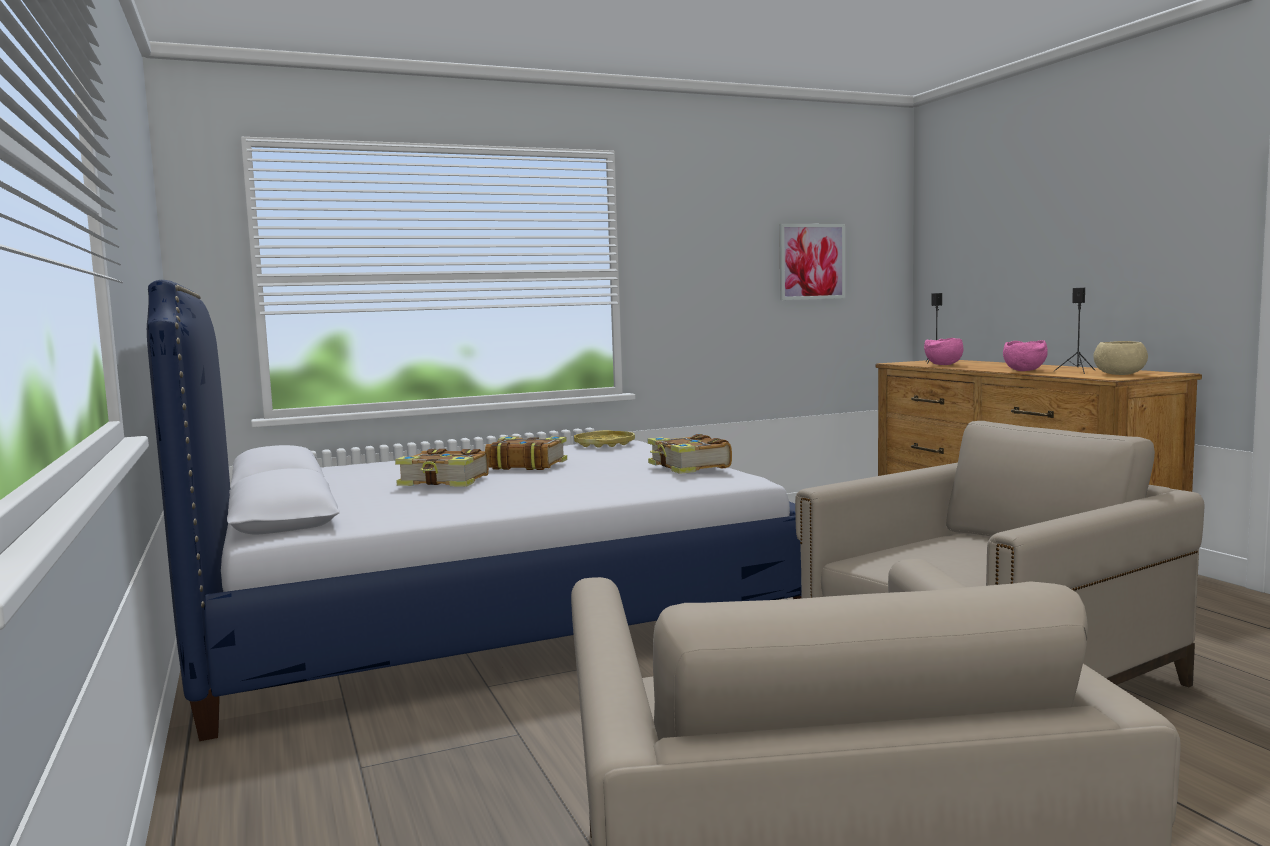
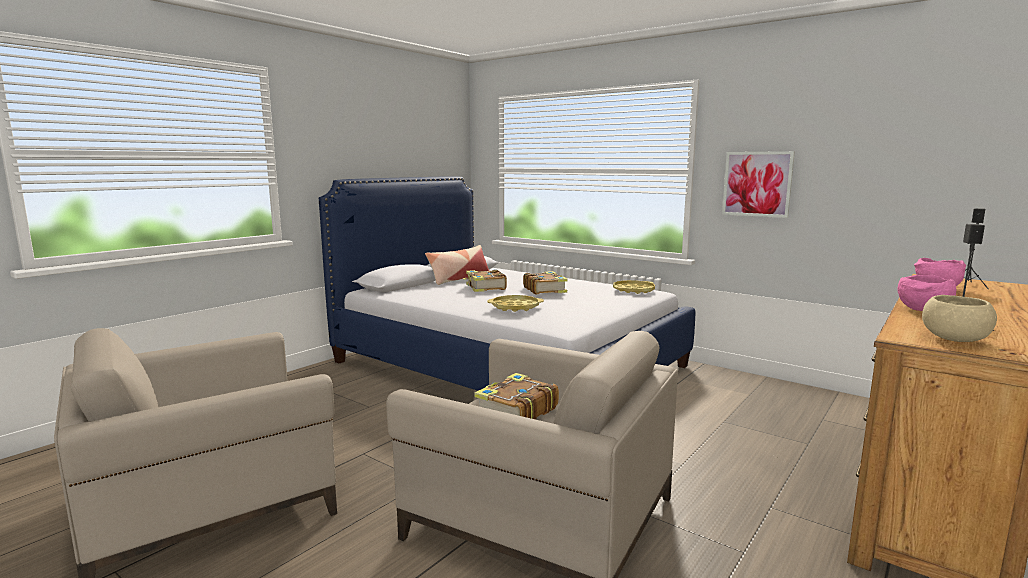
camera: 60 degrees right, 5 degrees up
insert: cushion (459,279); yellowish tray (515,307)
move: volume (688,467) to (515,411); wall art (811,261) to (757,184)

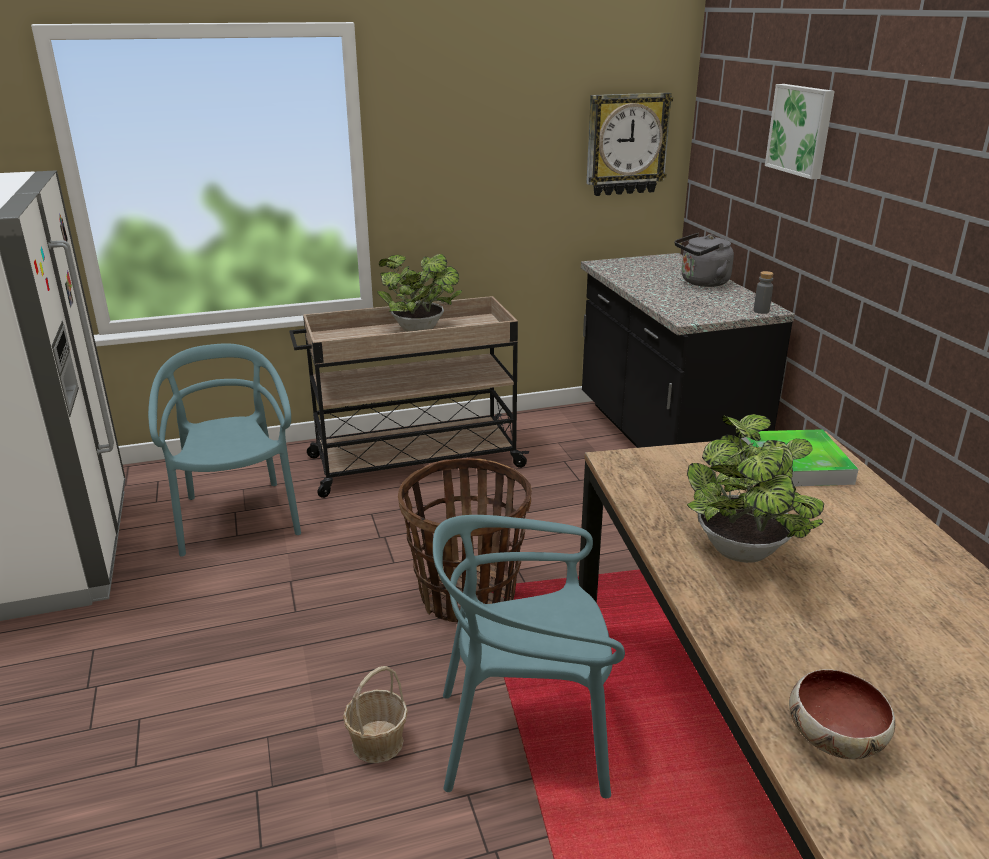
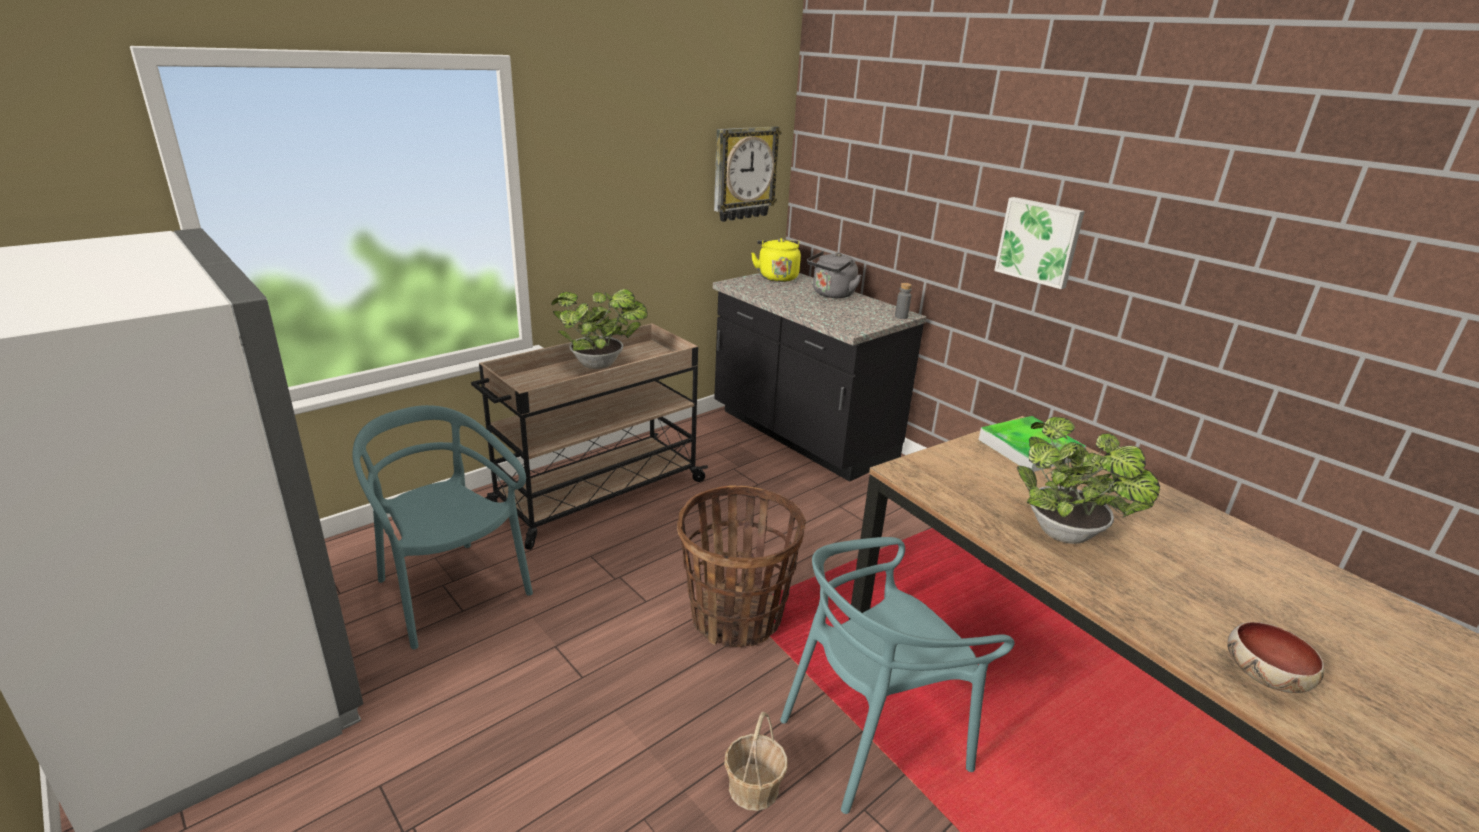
camera: 25 degrees left, 0 degrees up
insert: yellowish water kettle (777,277)
move: wall art (801,130) to (1039,241)

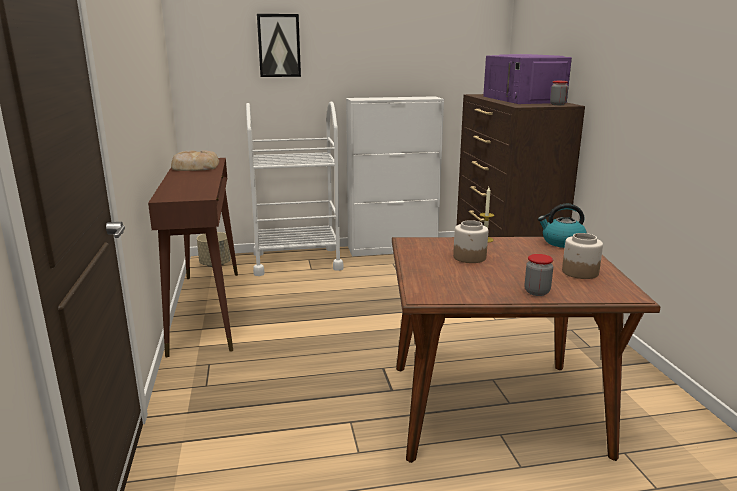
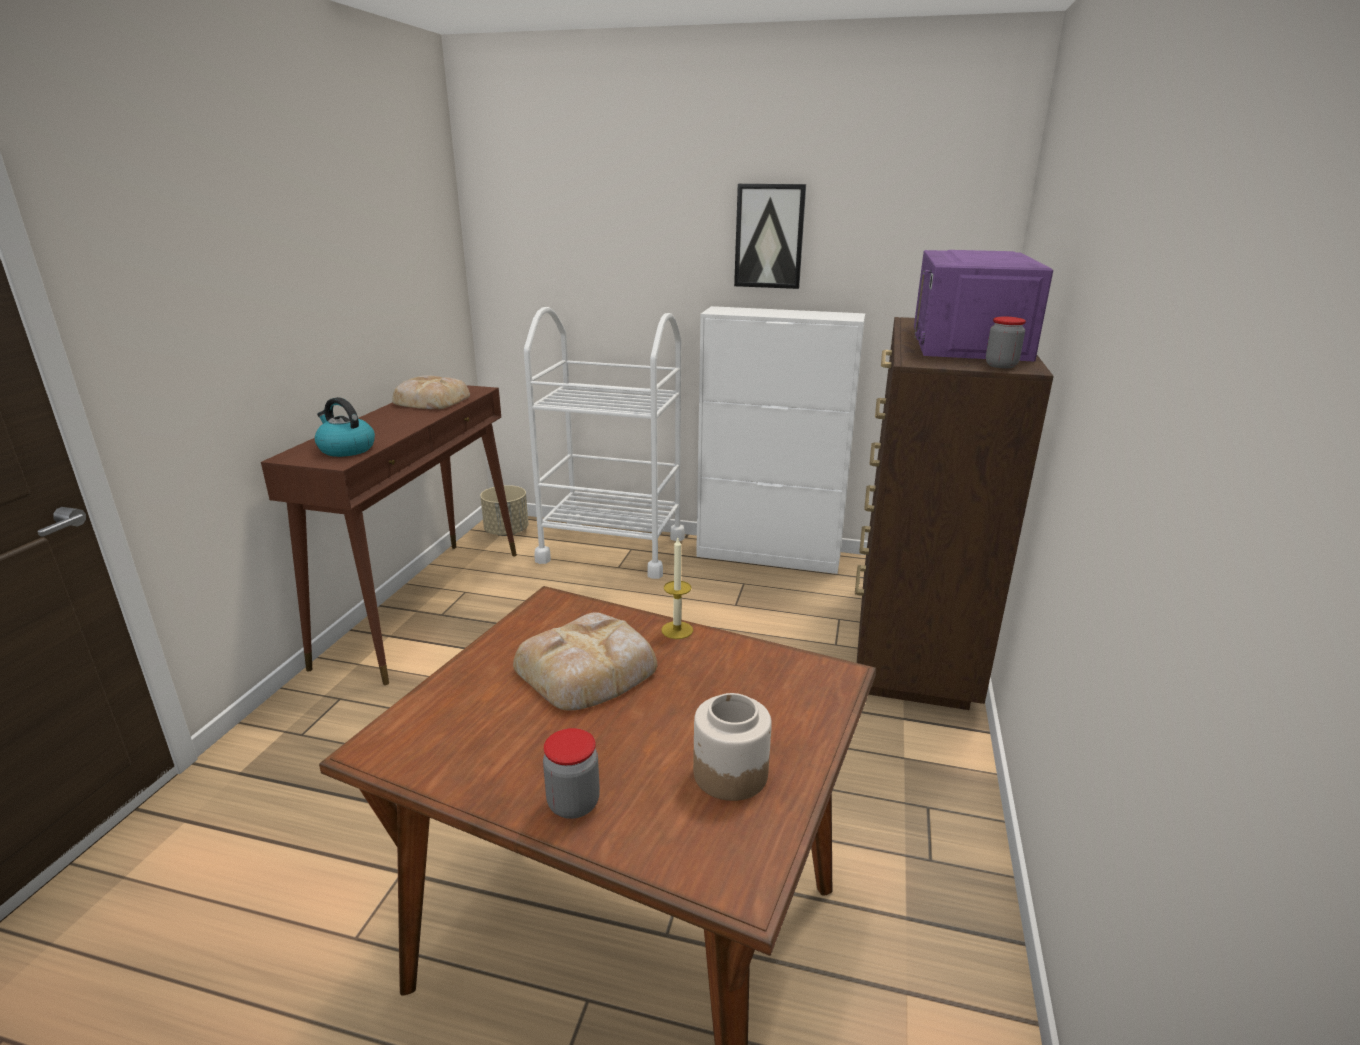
camera: 25 degrees right, 5 degrees up
move: water kettle (562,242) to (346,449); wall art (279,45) to (769,236)
replace: storage jar (470,257) to bread (589,669)

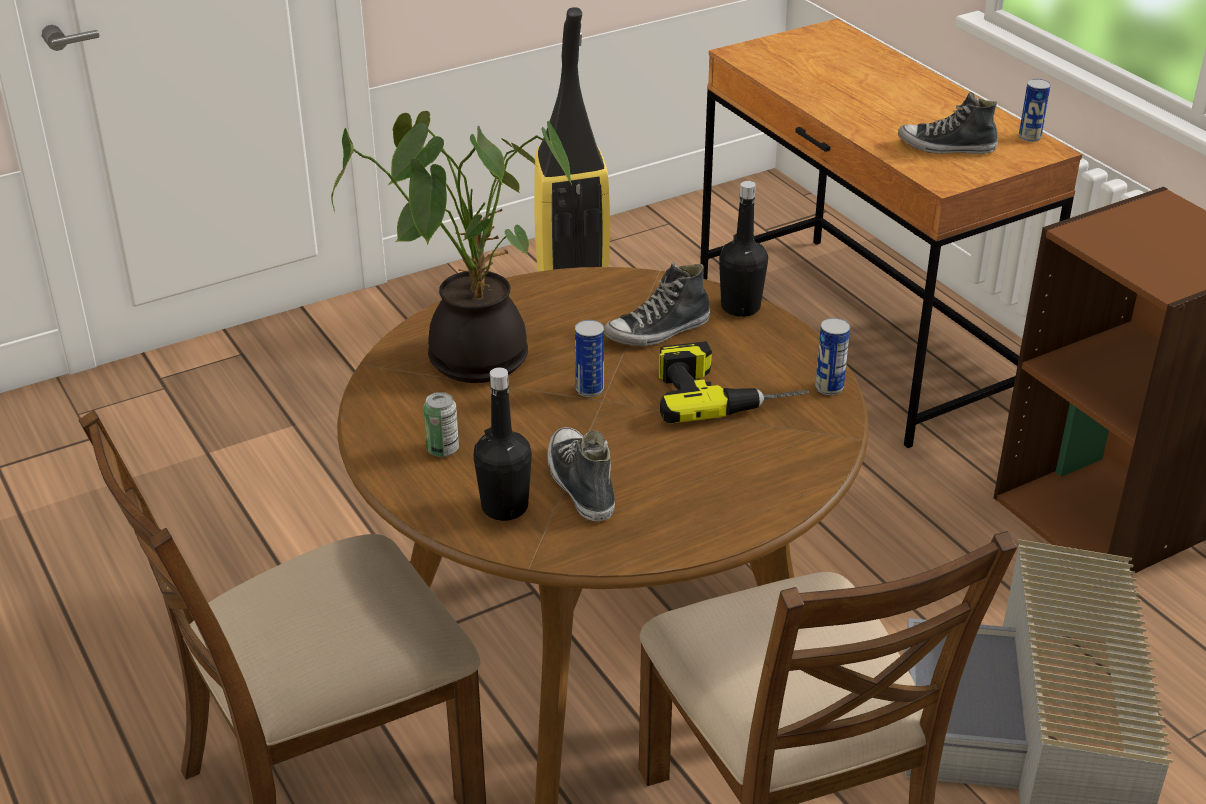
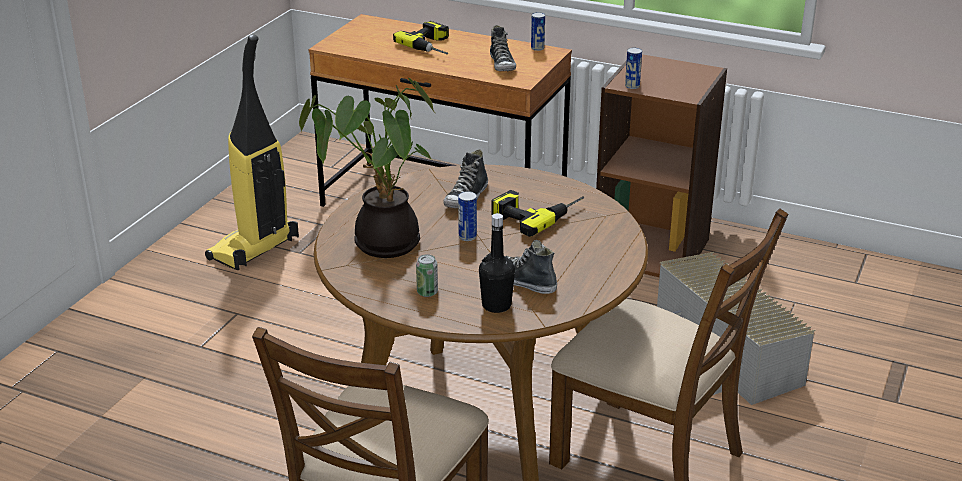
camera: 35 degrees left, 5 degrees down
delete: blackish beverage bottle (740,307)
insert: electric drill (433,46)
move: sealed can (829,388) to (632,86)
rotate: item of footwear (946,147) = (502,64) 75 degrees counterclockwise

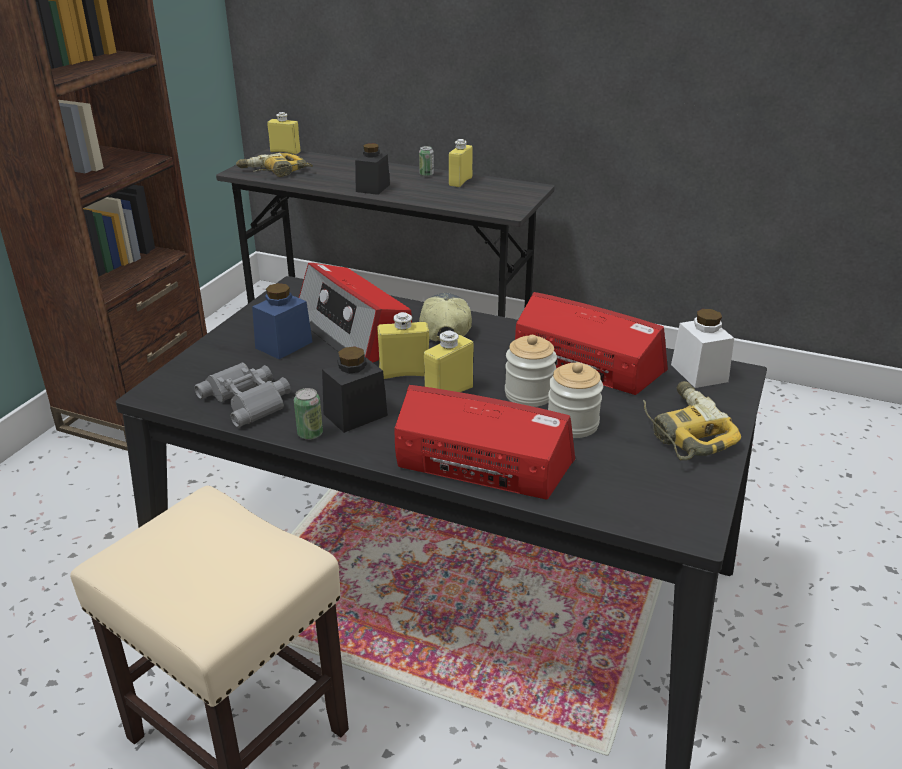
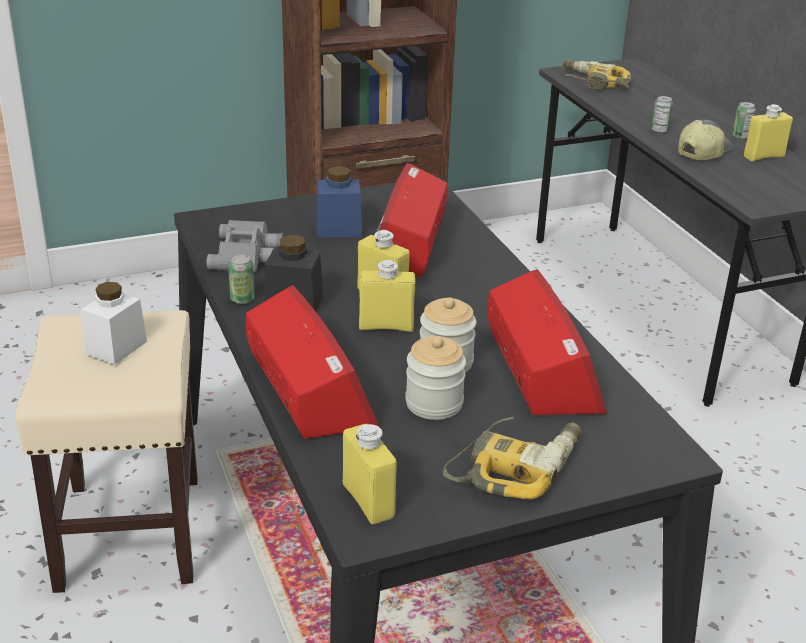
camera: 45 degrees right, 0 degrees up
move: white-coloured storage jar (699,373) to (116,347); yellowish beverage bottle (285,152) to (368,501); peaked cap (444,328) to (703,152)
replace: blackish storage jar (373,188) to sealed can (659,130)

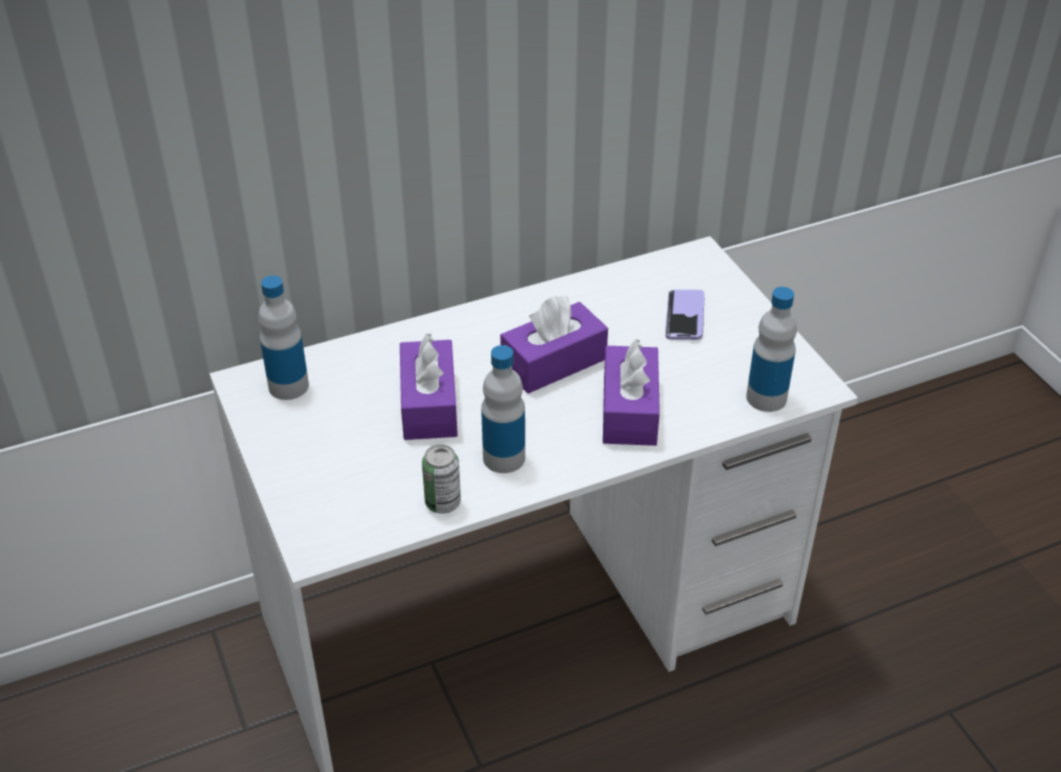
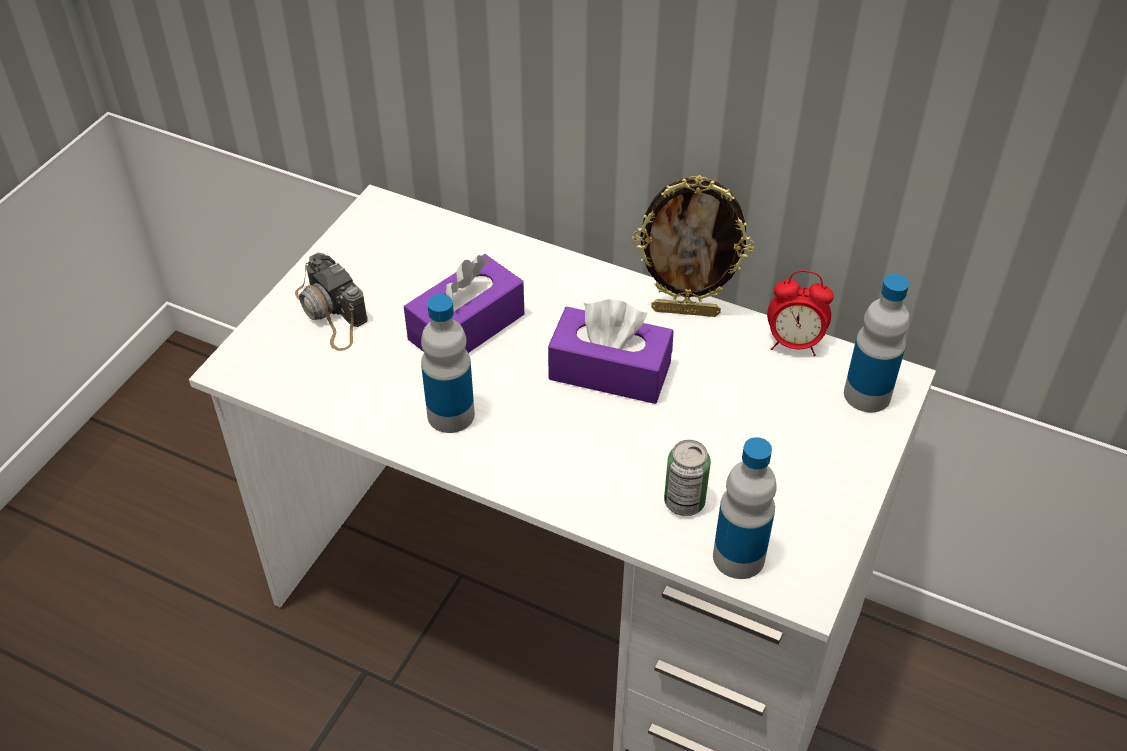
camera: 50 degrees right, 5 degrees up
delete: purple-coloured tissue box (629,410); phone (685,317)
insert: photo camera (331,313); picture frame (686,310); bedside clock (794,343)
move: sealed can (443,503) to (684,502); beverage bottle (288,386) to (867,394)

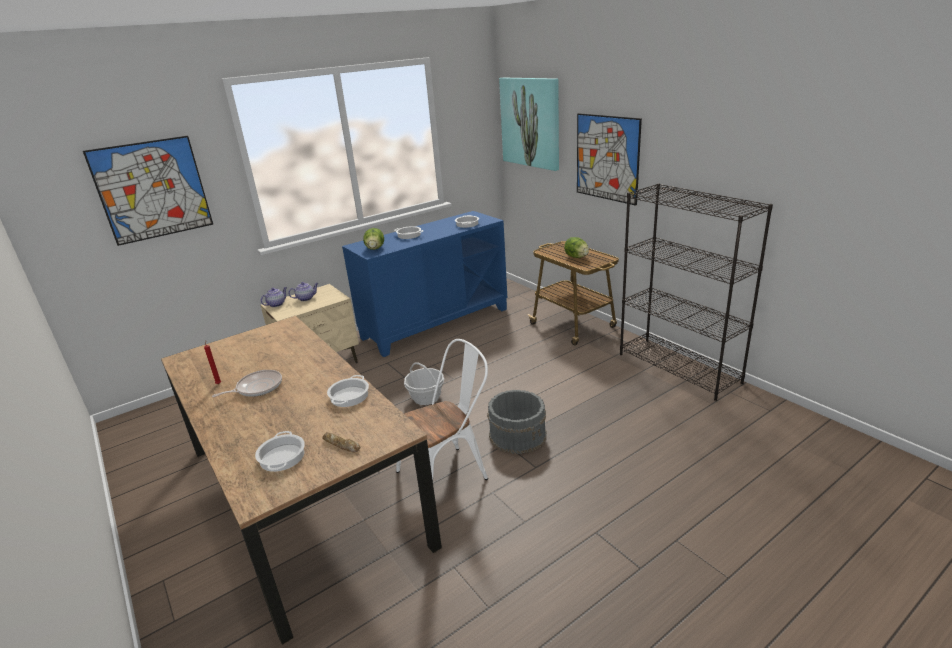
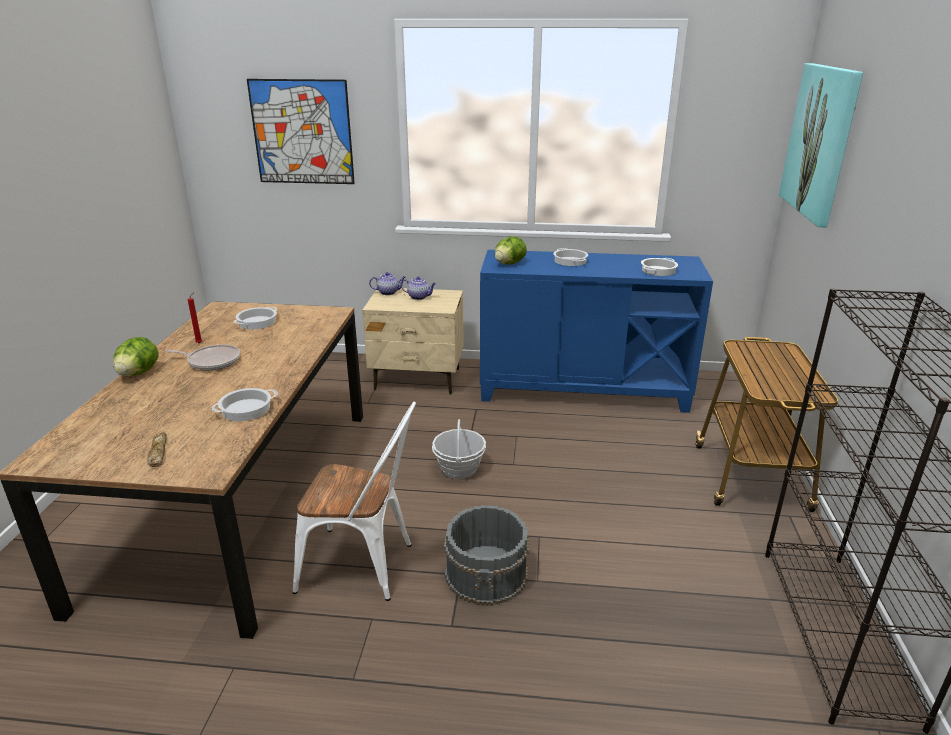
camera: 40 degrees right, 0 degrees up
delete: wall art (607,158)
move: lettuce (576,257) to (138,373); stockpot (281,457) to (257,322)

